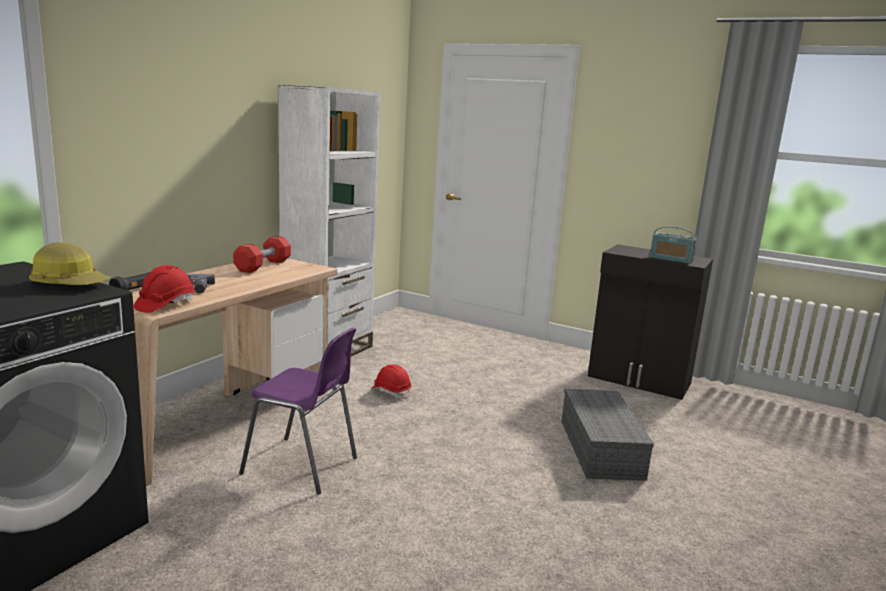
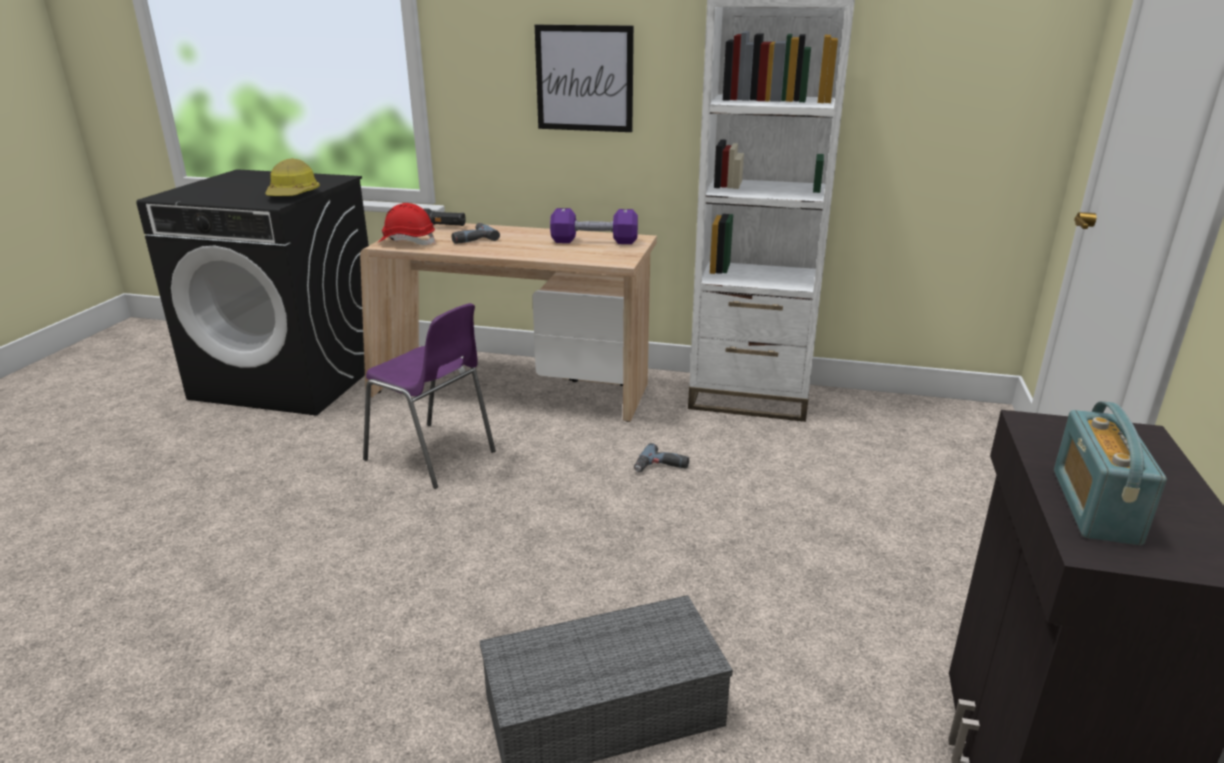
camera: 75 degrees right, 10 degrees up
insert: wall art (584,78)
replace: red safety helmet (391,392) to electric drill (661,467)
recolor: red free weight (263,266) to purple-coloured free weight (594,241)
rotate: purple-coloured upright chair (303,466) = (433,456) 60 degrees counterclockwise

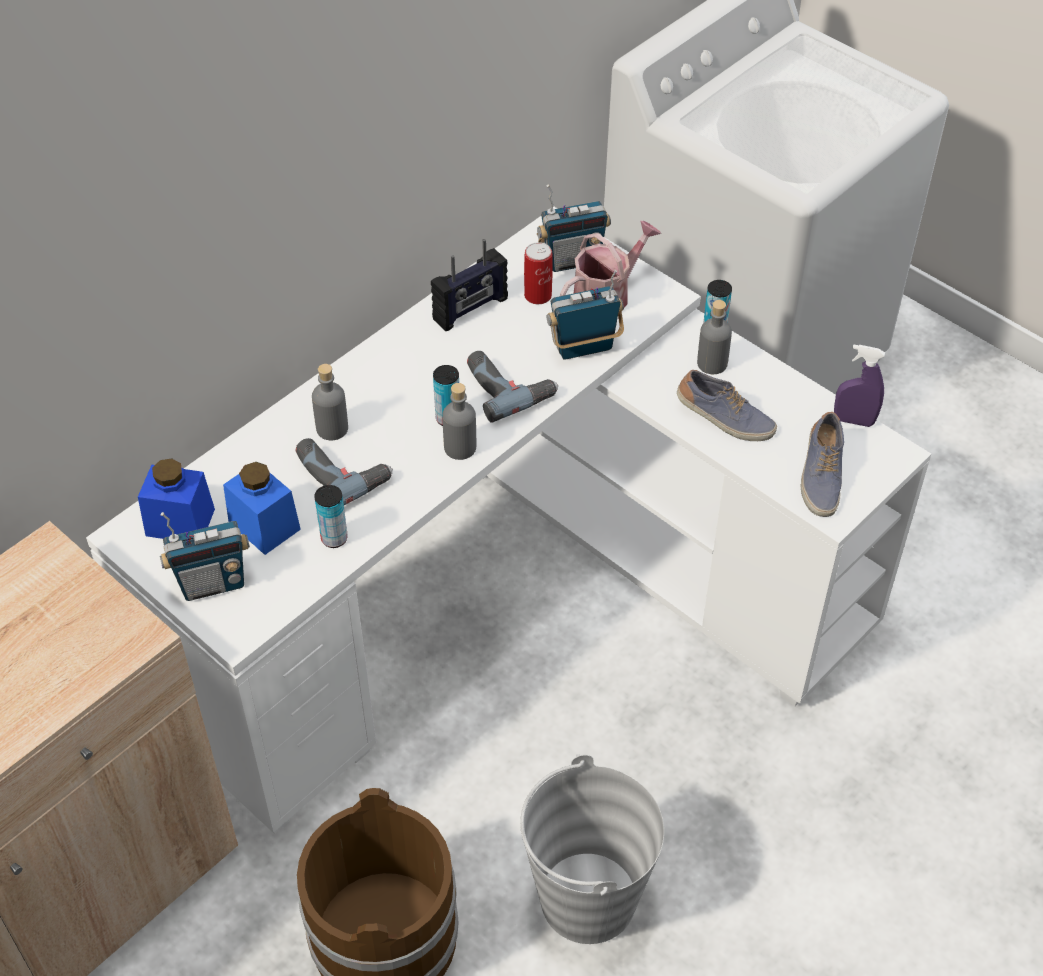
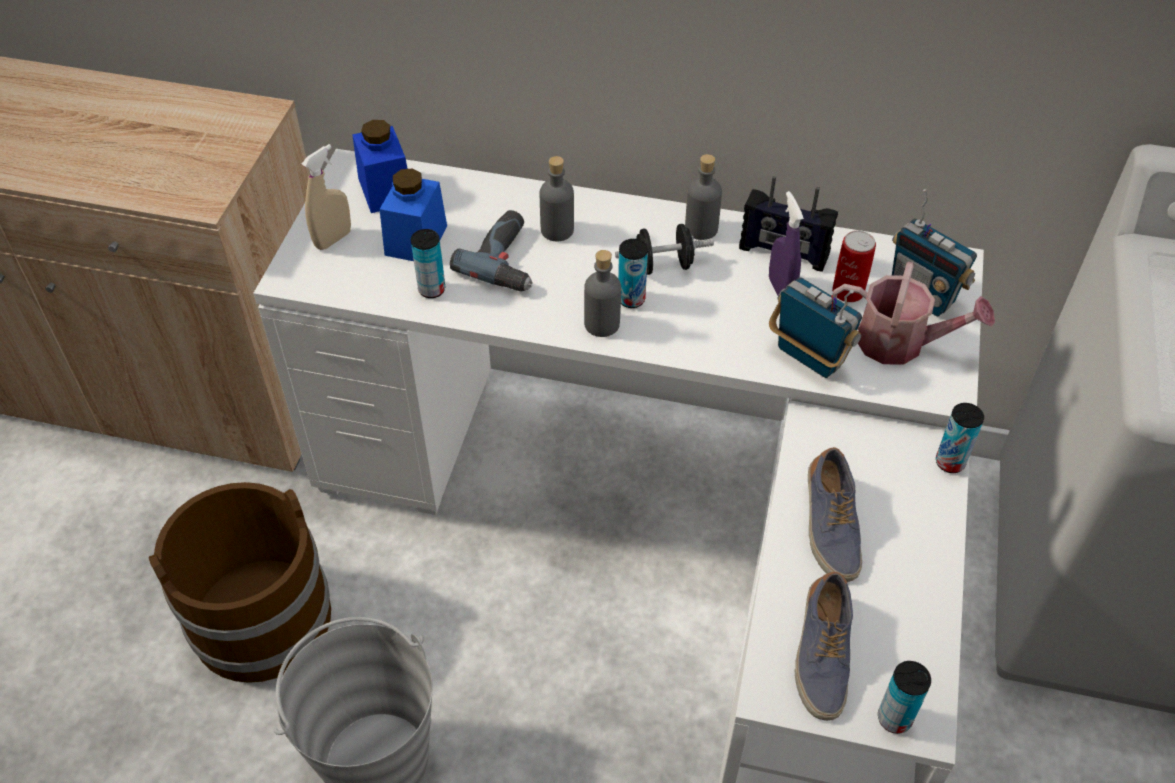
camera: 60 degrees right, 0 degrees up
delete: electric drill (508,387)
insert: blackish free weight (663,265); sealed can (894,718)
move: gray beverage bottle (712,363) to (701,228); purple-coloured sprayer (854,420) to (780,289)
replace: radio receiver (212,583) to beige sprayer (333,239)
rotate: item of footwear (820,476) = (821,655) 60 degrees counterclockwise

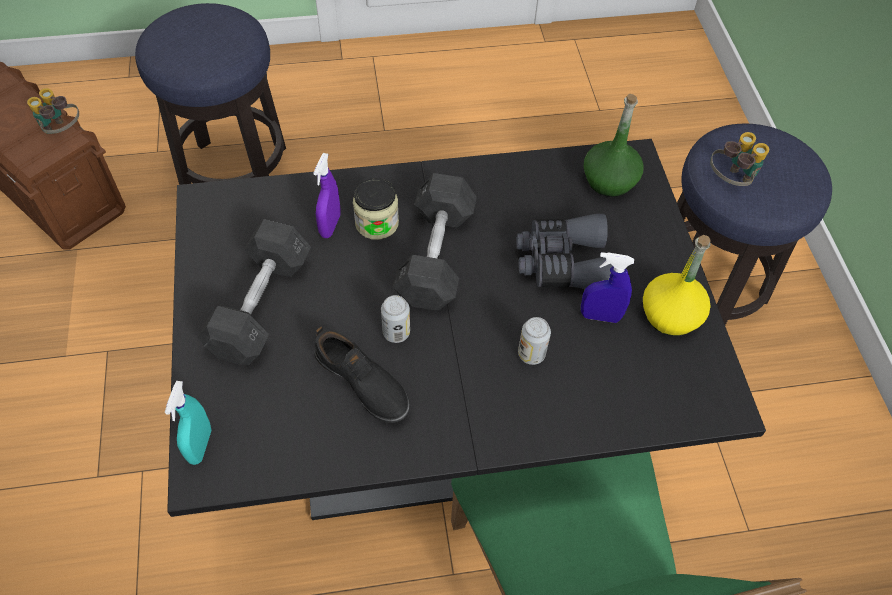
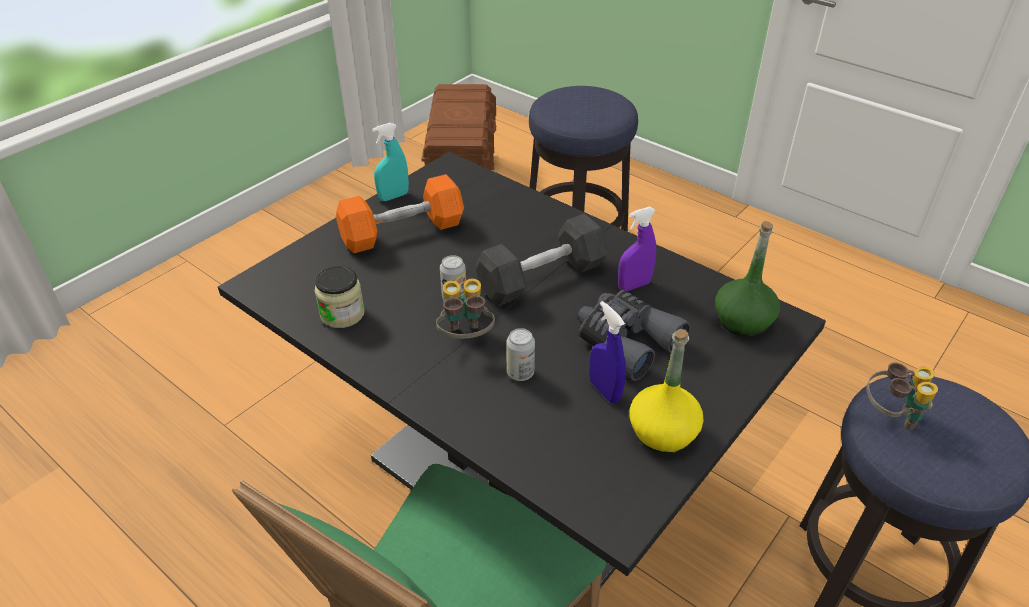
camera: 50 degrees right, 15 degrees down
delete: blackish item of footwear (362,383)
move: storage jar (377,223) to (342,314); turquoise sprayer (200,446) to (393,196); field glasses (62,132) to (465,338); purple-coloured sprayer (330,226) to (634,285)
recolor: gray free weight (260,305) to orangey free weight (402,231)

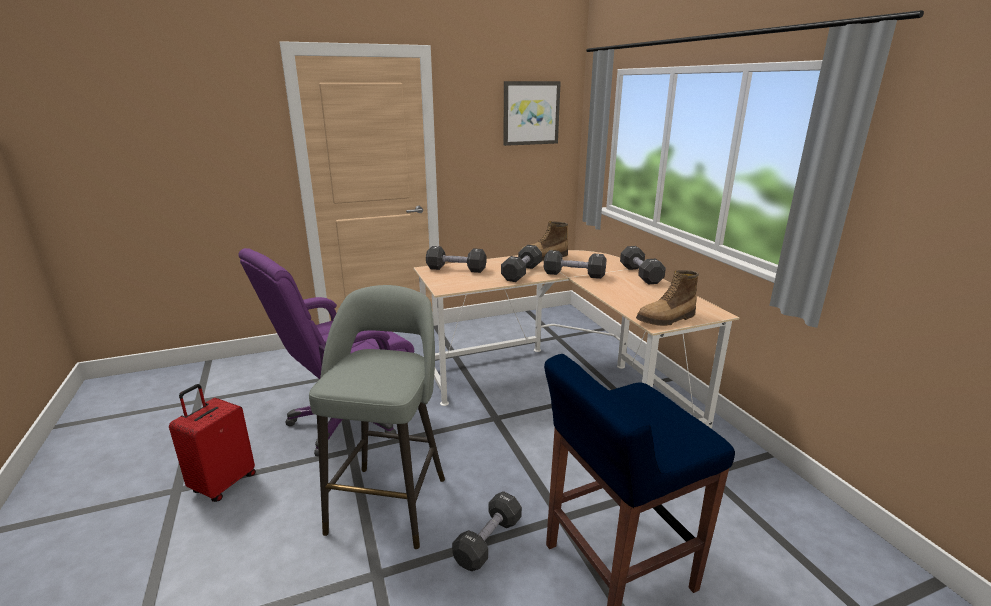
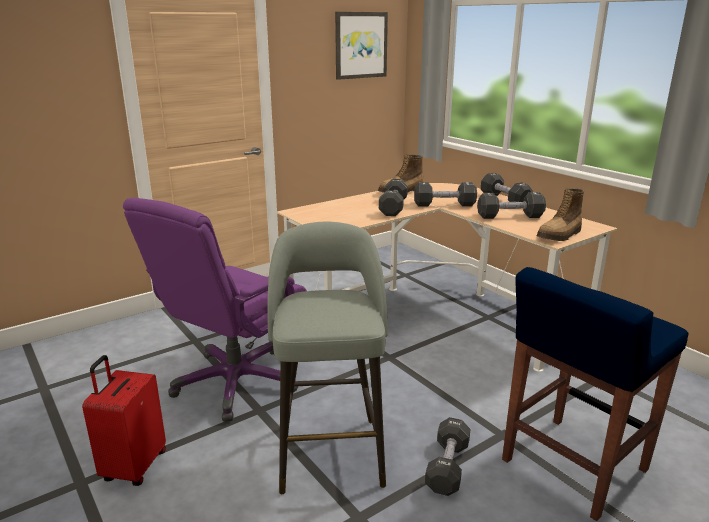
camera: 15 degrees left, 0 degrees up
move: blackish free weight (456,269) to (510,216)

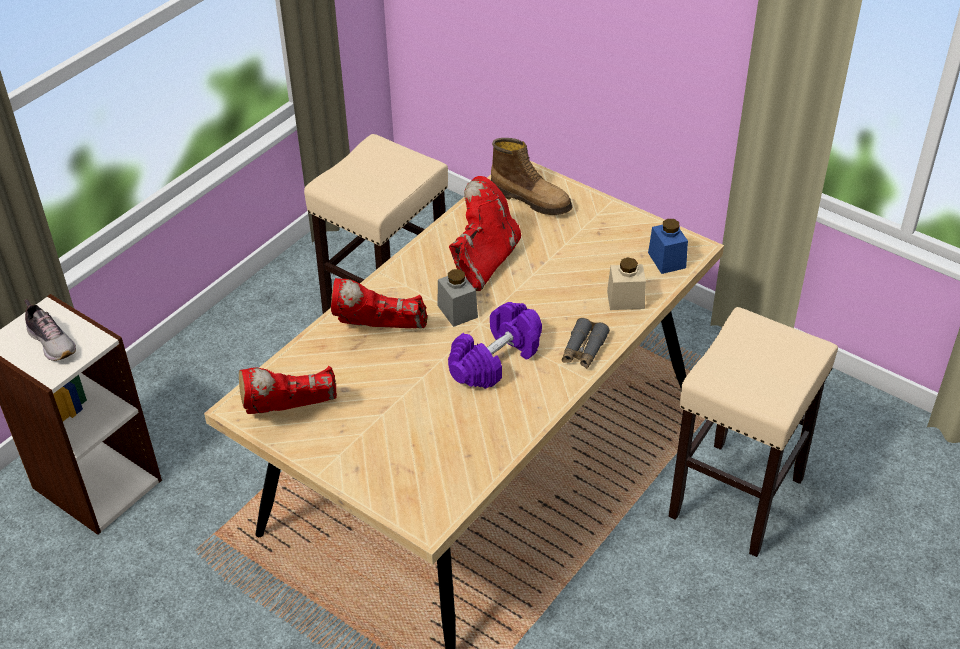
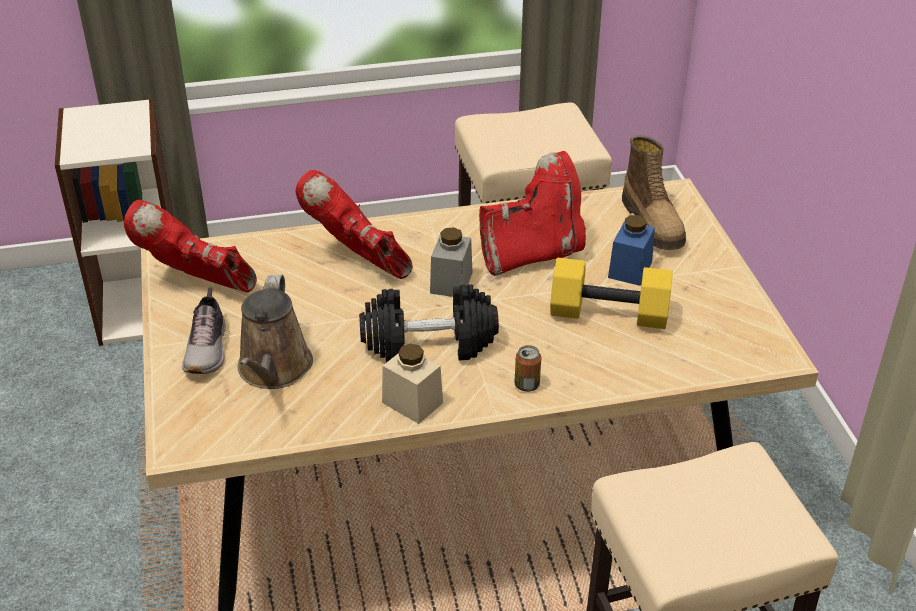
camera: 40 degrees right, 5 degrees down
insert: brownish sprinkling can (273,370); yellowish free weight (610,312)
move: item of footwear (52,342) to (208,349); beige storage jar (625,300) to (412,402); bluish storage jar (667,260) to (630,269)
replace: gray field glasses (583,350) to sealed can (527,385)
recolor: purple-coloured free weight (495,360) to blackish free weight (428,344)

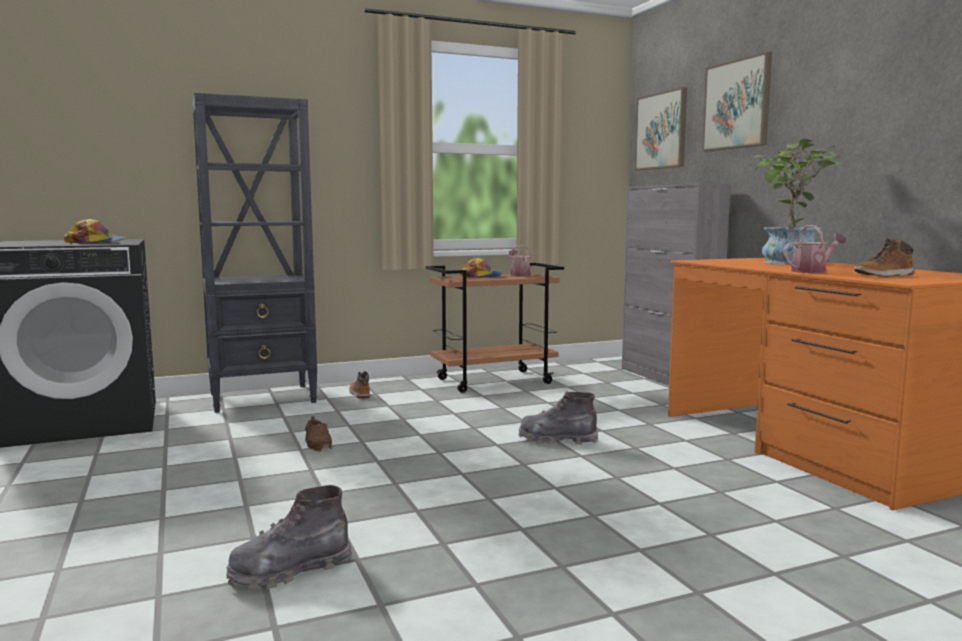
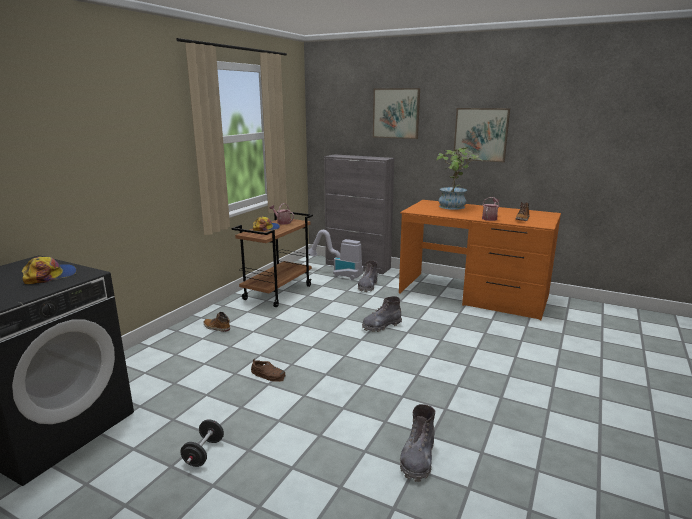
camera: 40 degrees left, 10 degrees up
delete: blackish bookshelf (264,398)
insert: blackish free weight (204,453); vacuum cleaner (338,274); gray high-top boot (367,286)
move: wall art (662,131) to (481,134)

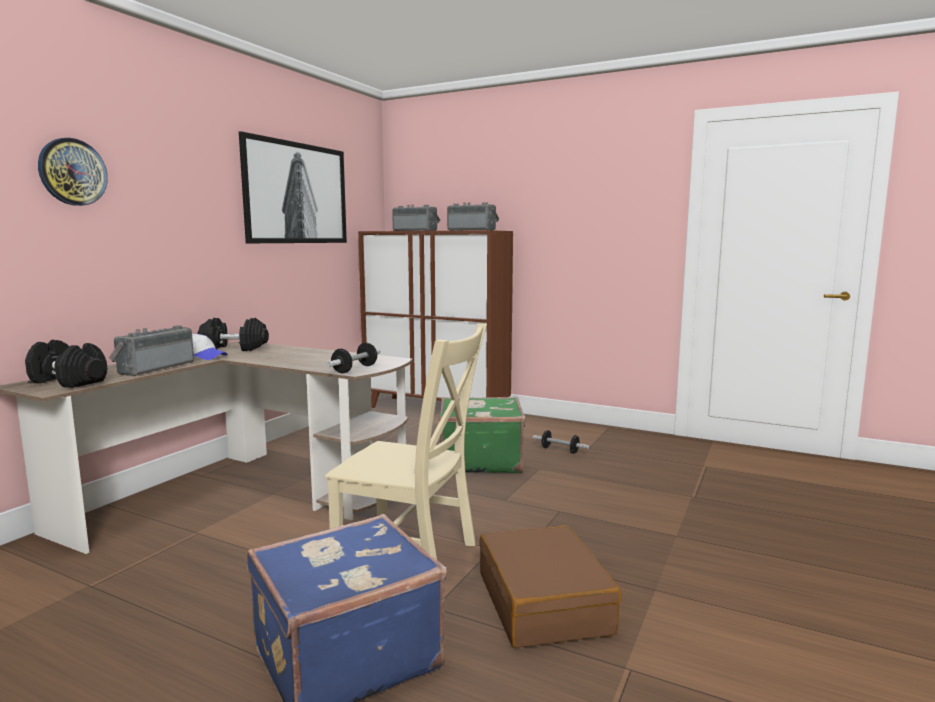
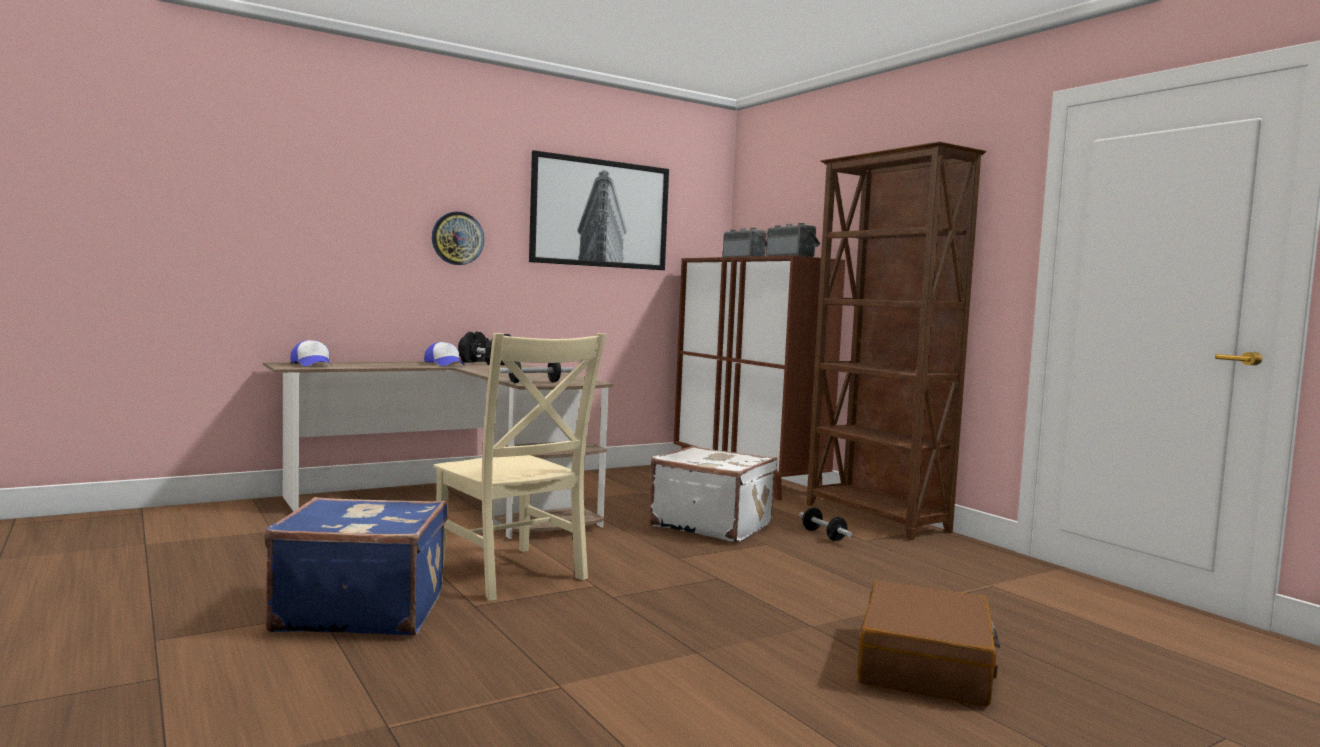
camera: 30 degrees right, 5 degrees down
delete: radio receiver (154,368)
insert: brownish bookshelf (875,518)
move: wall clock (72,172) to (457,238); brownish suitcase (544,602) to (925,665)
replace: blackish free weight (69,381) to peaked cap (312,364)
recolor: green-coloured suitcase (479,461) to white-coloured suitcase (712,525)

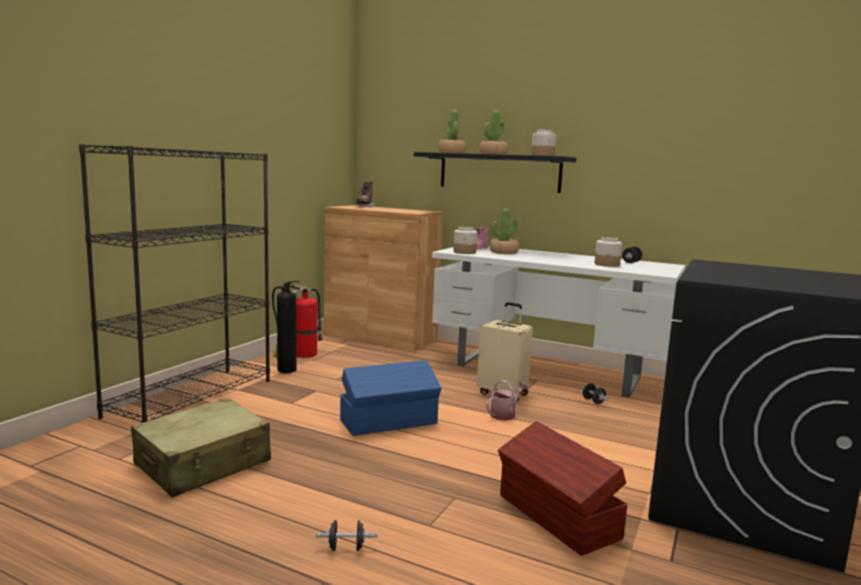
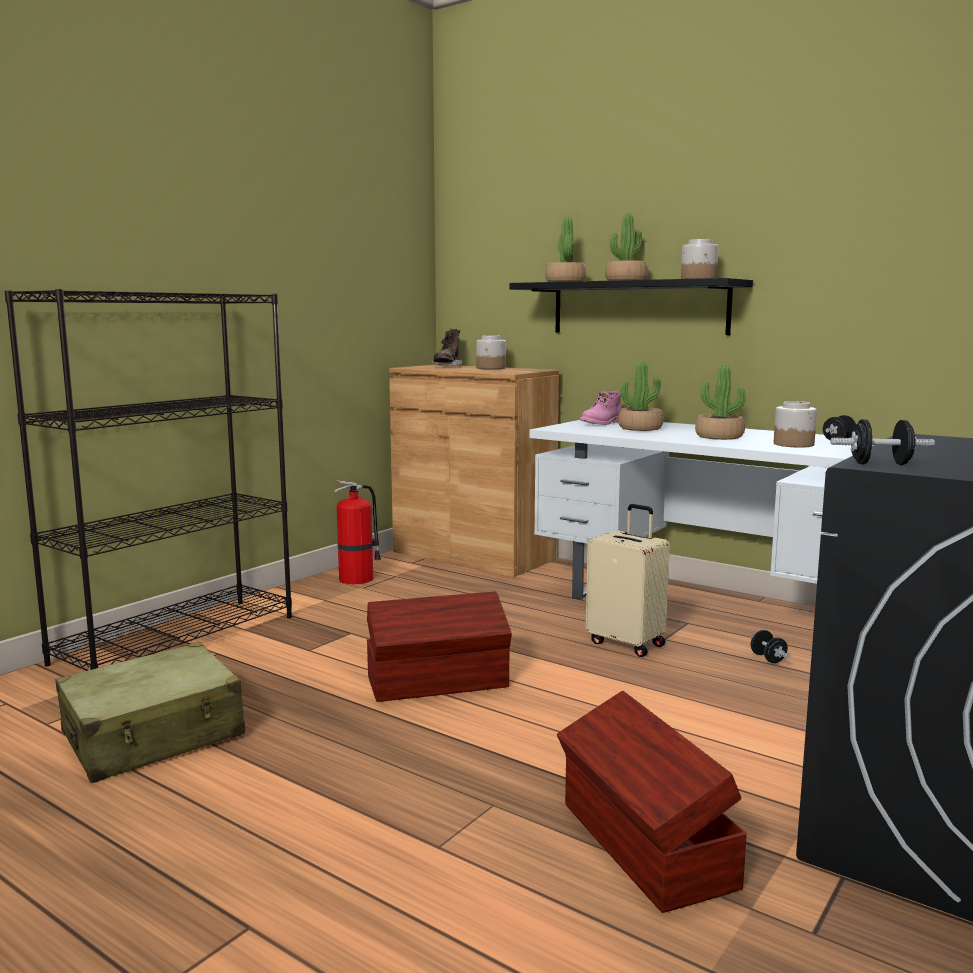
camera: 10 degrees right, 0 degrees up
delete: extinguisher (285,370); sprinkling can (505,414)
insert: houseplant (719,437)
move: storage jar (464,252) to (491,368); blackish free weight (346,548) to (880,464)
recolor: bluish storage container (390,422) to brownish storage container (439,683)

